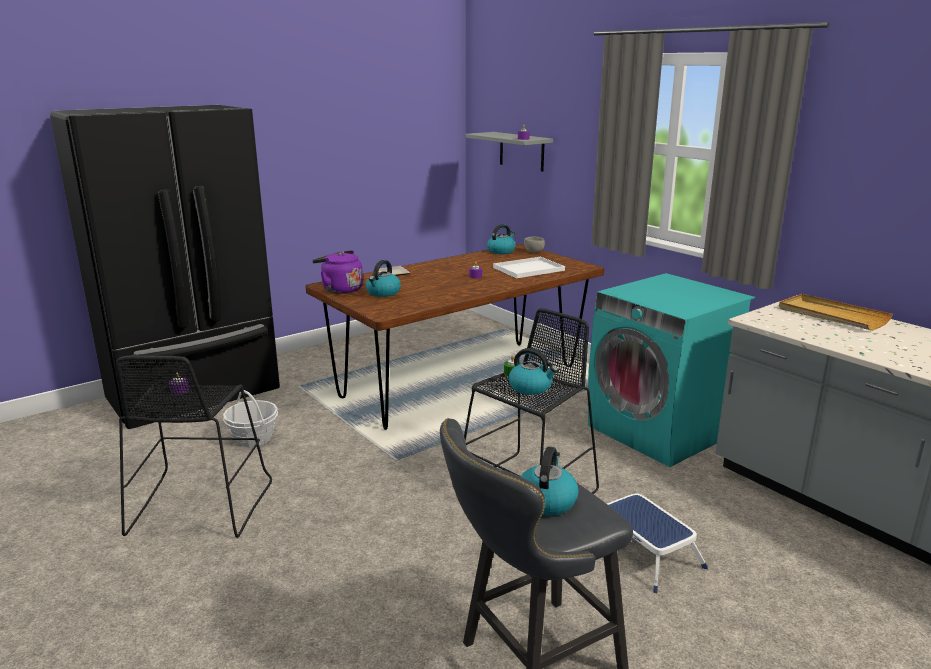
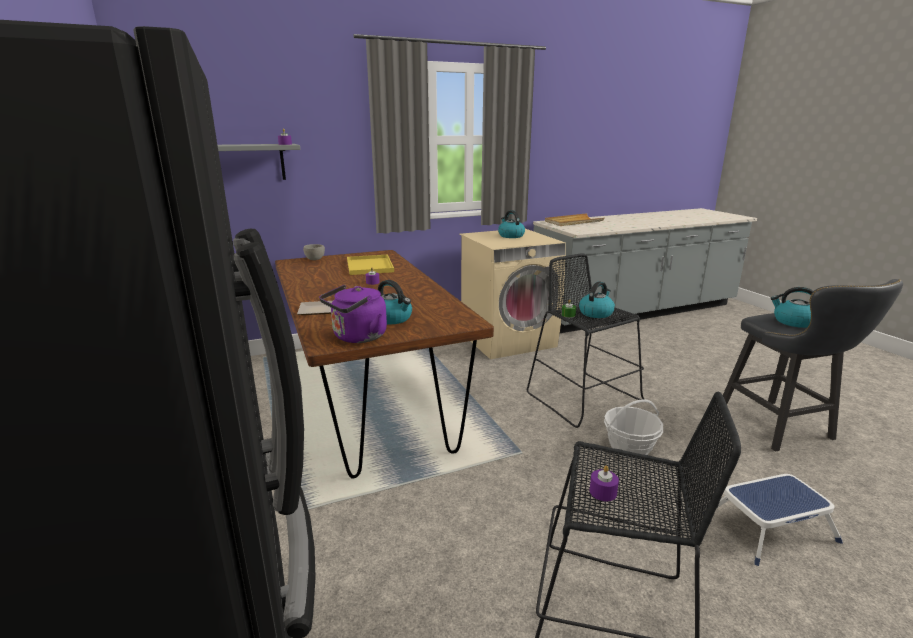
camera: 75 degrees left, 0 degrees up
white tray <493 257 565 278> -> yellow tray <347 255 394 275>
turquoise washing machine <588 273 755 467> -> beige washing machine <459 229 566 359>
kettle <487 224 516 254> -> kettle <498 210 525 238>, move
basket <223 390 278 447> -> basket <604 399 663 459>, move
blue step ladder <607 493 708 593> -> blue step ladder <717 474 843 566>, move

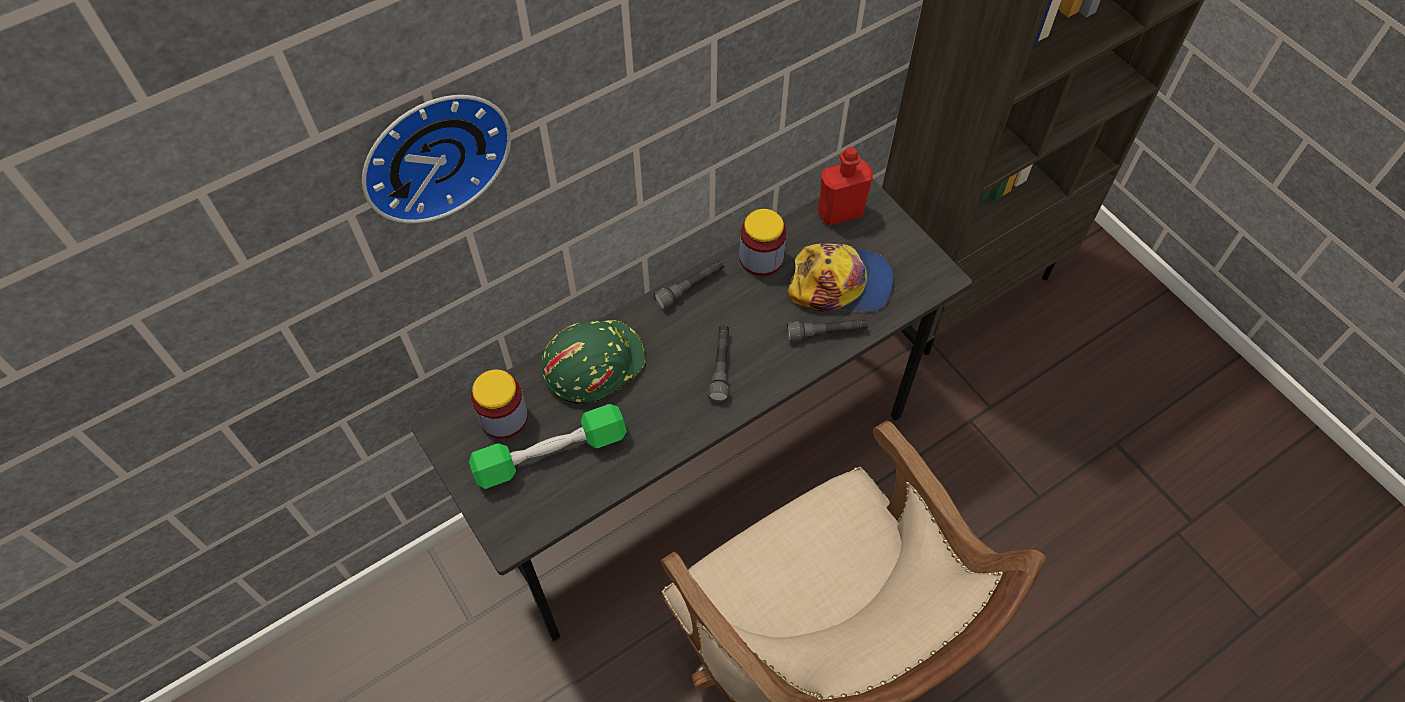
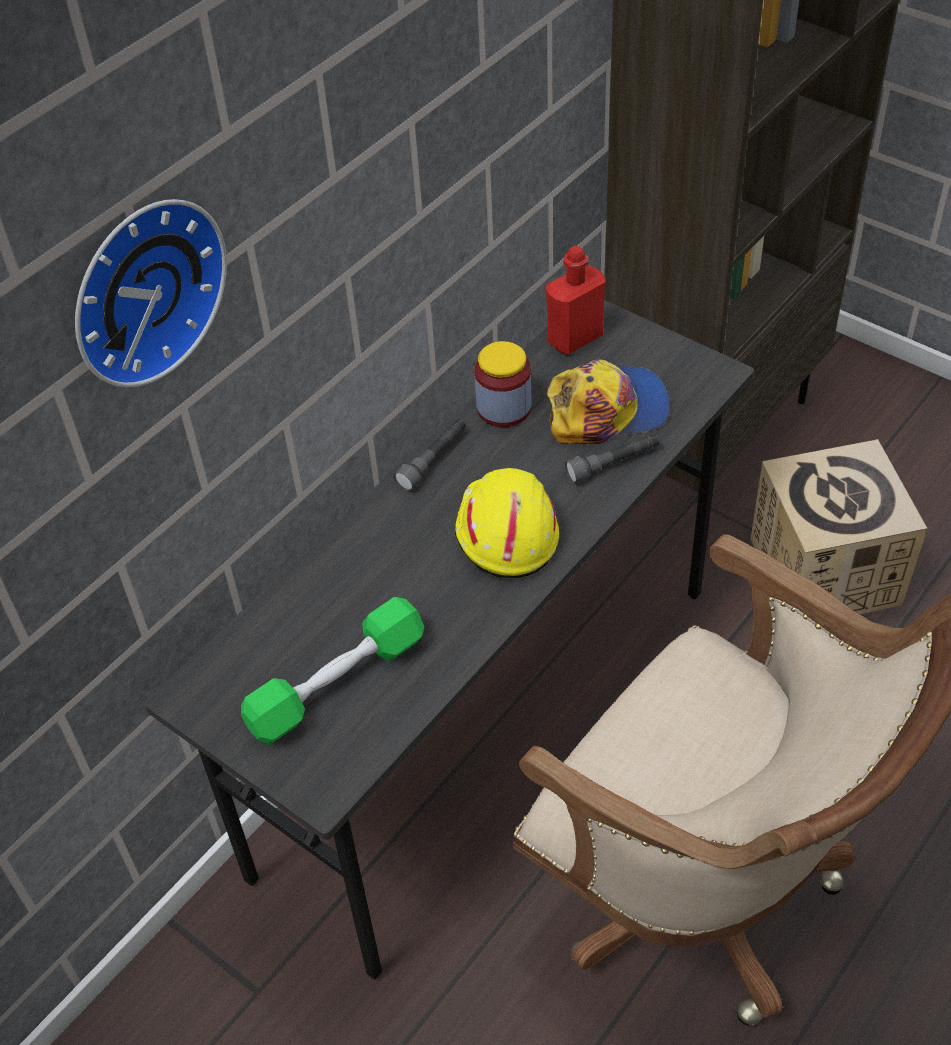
camera: 15 degrees left, 10 degrees down
grey flashlight <708 325 729 402> -> yellow hard hat <455 468 559 578>
none -> cardboard box <750 439 928 614>
jar <471 370 528 439> -> none
green hard hat <541 320 646 404> -> none

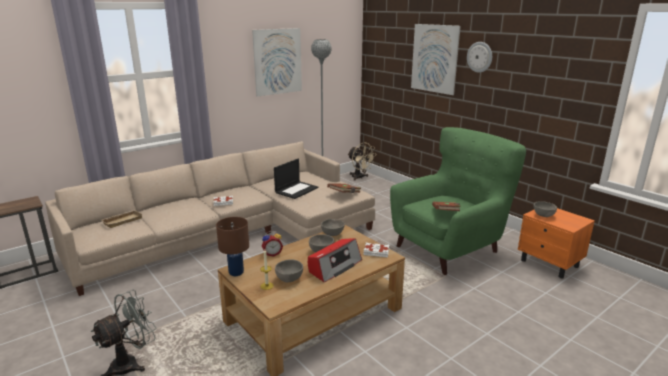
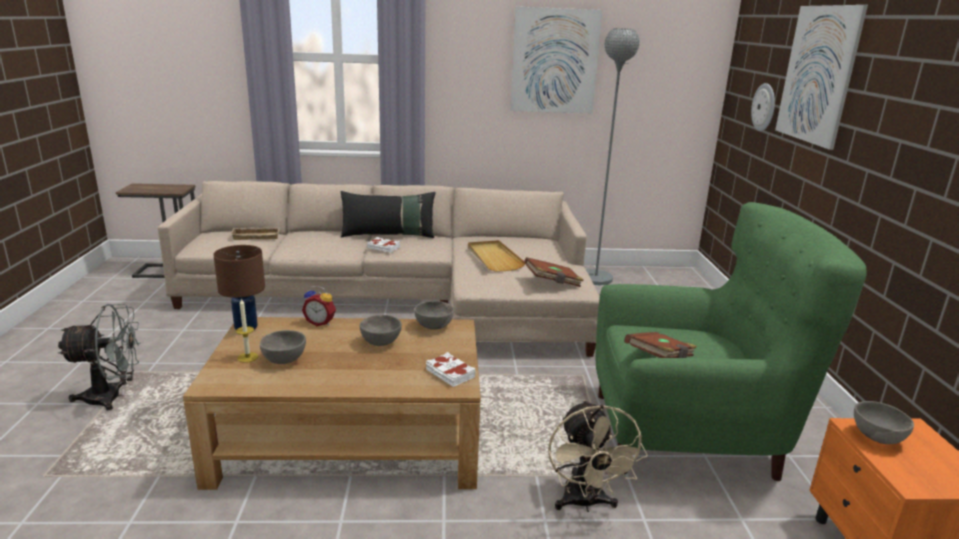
camera: 35 degrees right, 0 degrees up
none -> black pillow <340 191 436 238>
laptop <274 159 319 199> -> beige tray <468 240 525 272>
beige fan <348 143 377 181> -> beige fan <548 400 648 512>, move
wall clock <467 42 492 73> -> wall clock <751 83 775 131>, move
radio <308 238 362 283> -> none

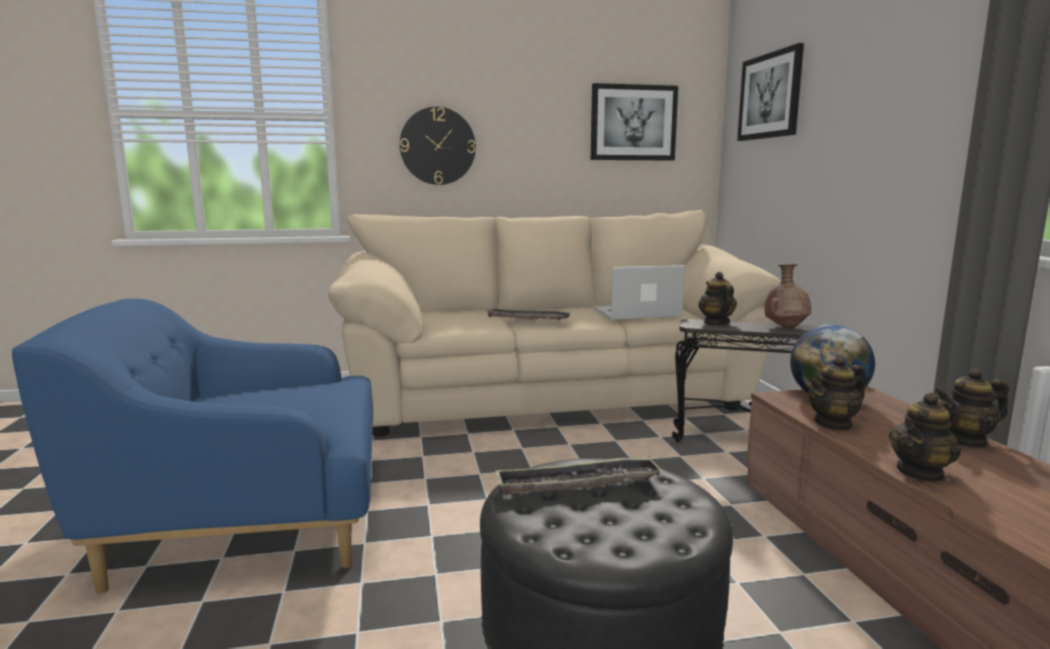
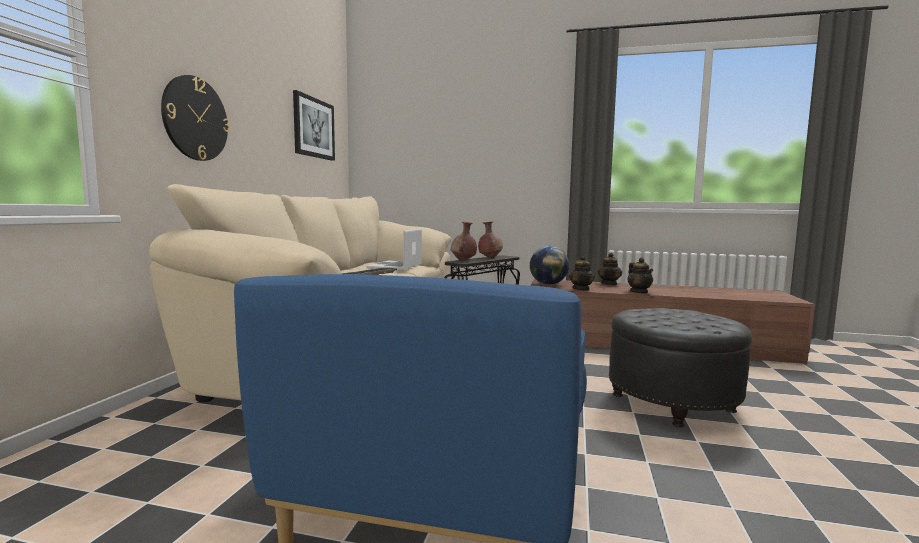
camera: 65 degrees left, 5 degrees down
teapot <698 272 737 325> -> brown vase <451 222 477 261>
tray <495 456 663 495> -> none
picture <737 43 804 141> -> none

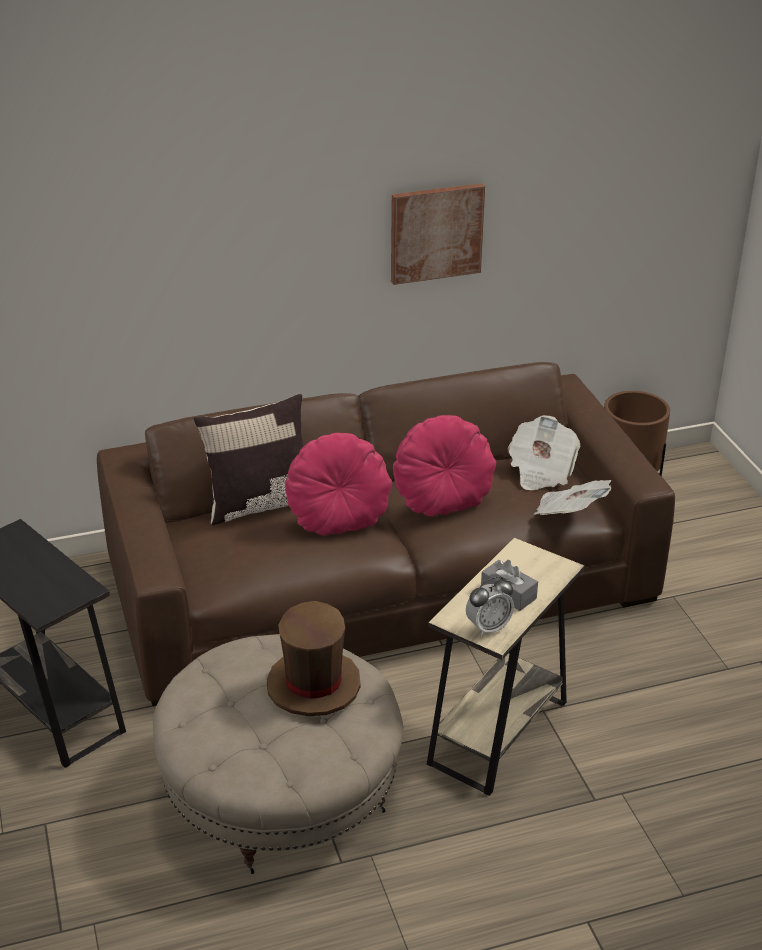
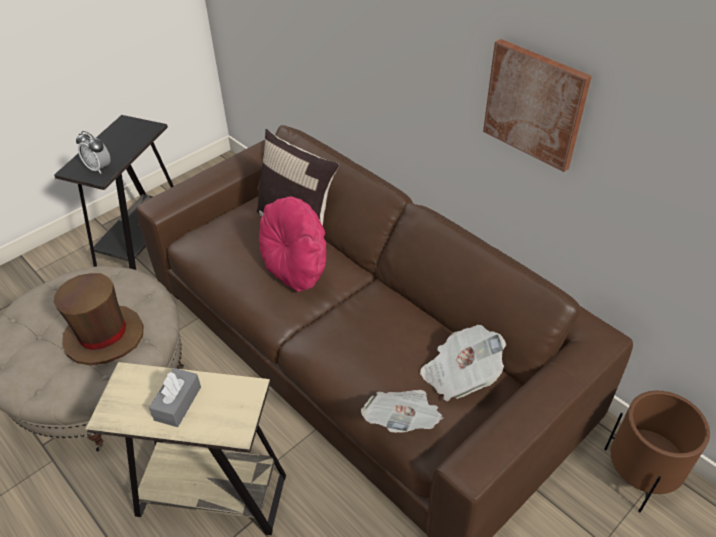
camera: 65 degrees right, 10 degrees up
alarm clock <466 576 514 636> -> alarm clock <76 131 111 174>, move
pink pillow <393 415 496 517> -> none

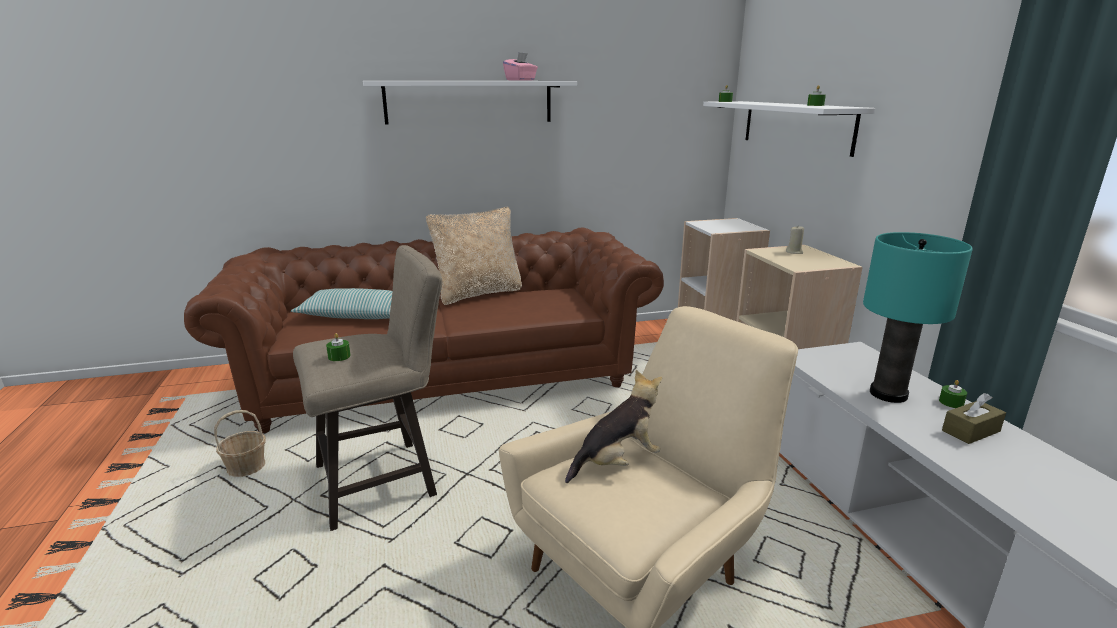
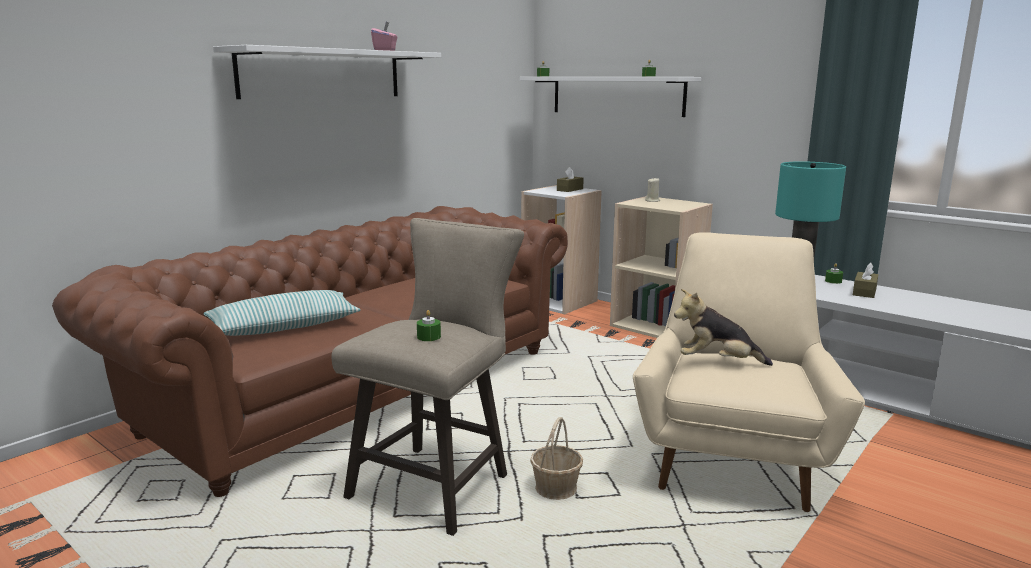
camera: 35 degrees left, 5 degrees down
basket <214 410 266 477> -> basket <530 417 583 500>, move
none -> brown tissue box <557 167 584 192>
plush toy <565 370 662 483> -> plush toy <674 289 773 366>, 105 degrees counterclockwise
beige pillow <426 206 522 305> -> none

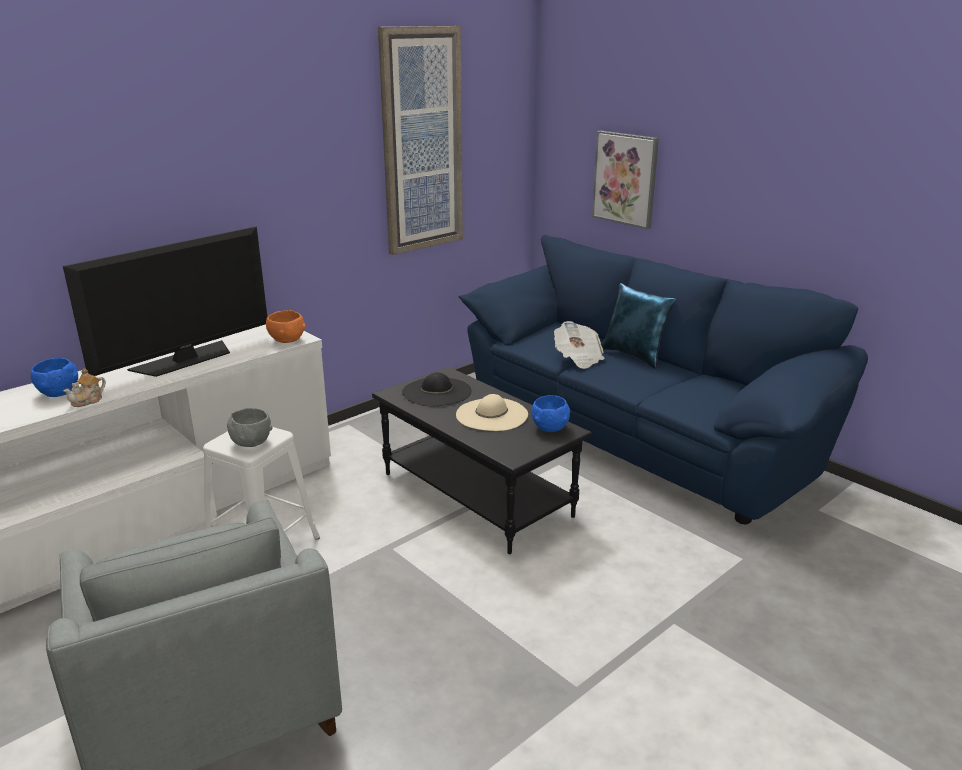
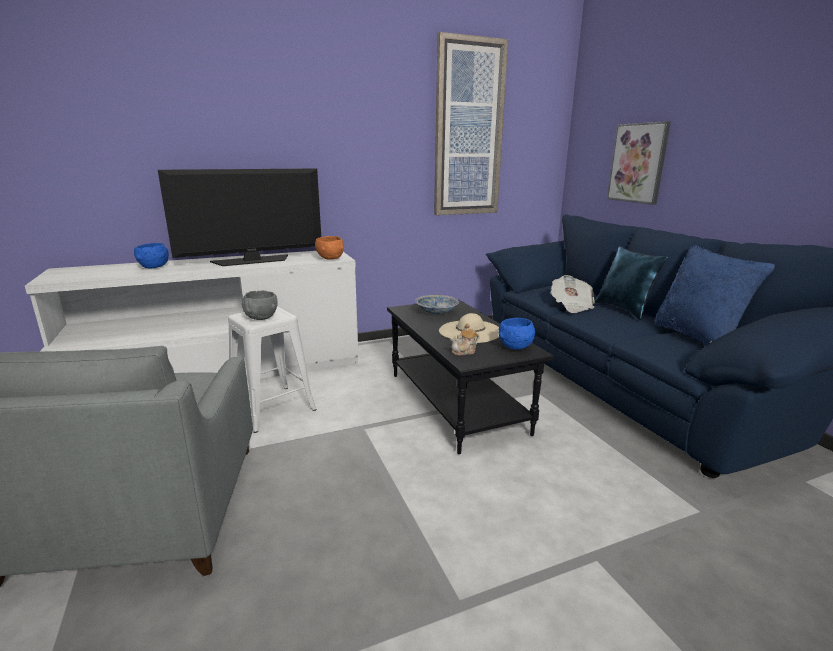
camera: 20 degrees right, 5 degrees down
black hat <402 373 471 406> -> bowl <415 295 459 314>
teapot <63 368 106 407> -> teapot <451 324 480 356>, move
none -> blue pillow <655 245 776 345>

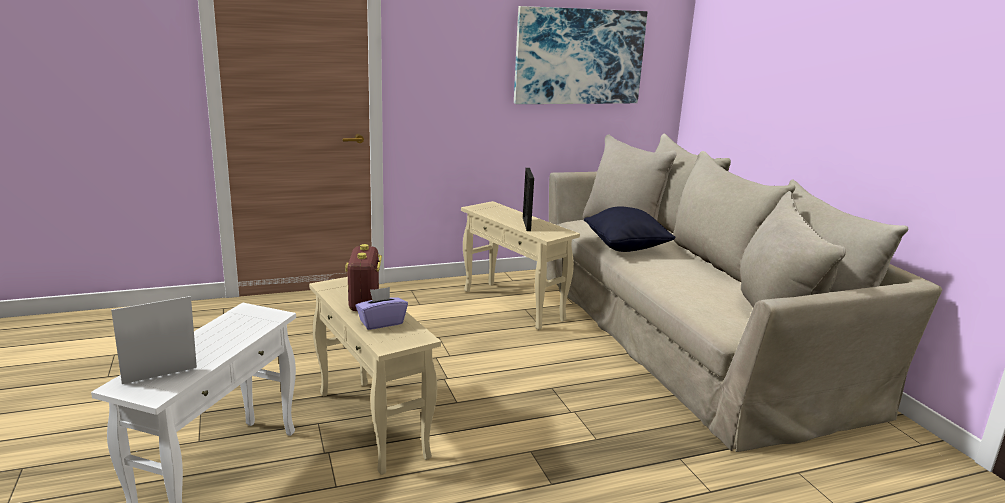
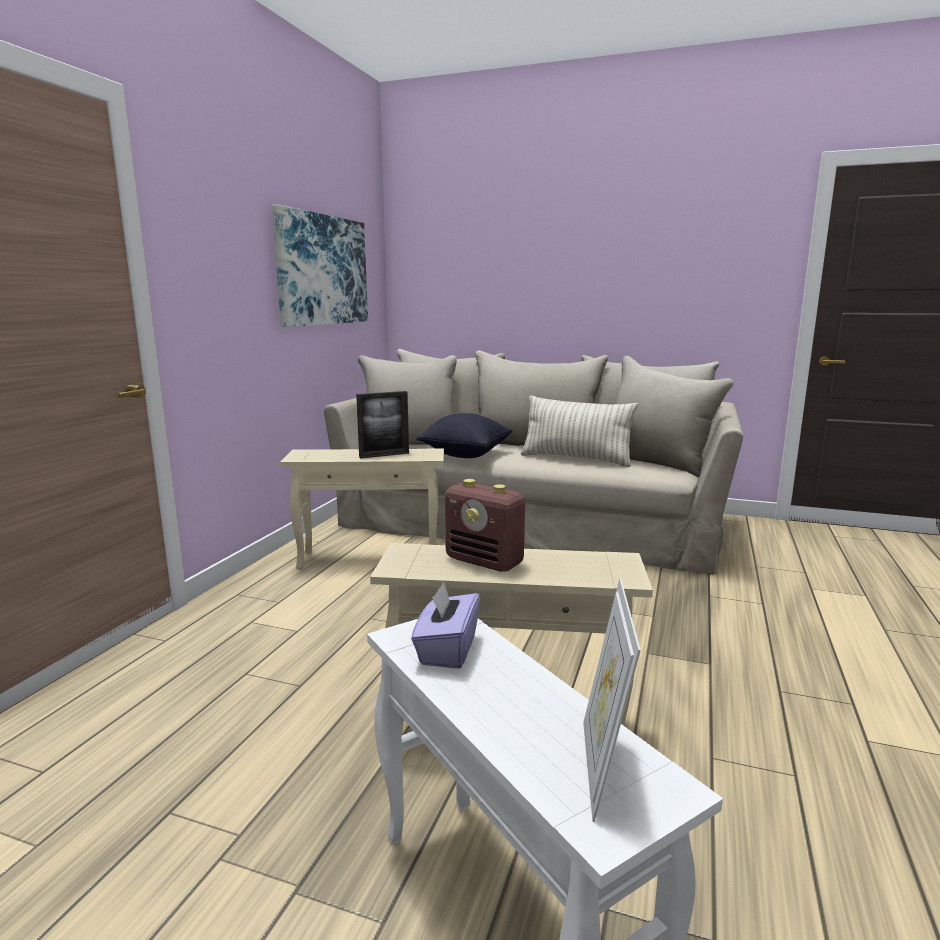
camera: 50 degrees left, 5 degrees down
picture frame <523 168 534 231> -> picture frame <356 391 409 459>, 60 degrees counterclockwise
purple tissue box <356 287 408 330> -> purple tissue box <411 582 480 669>, move
none -> pillow <521 396 638 467>

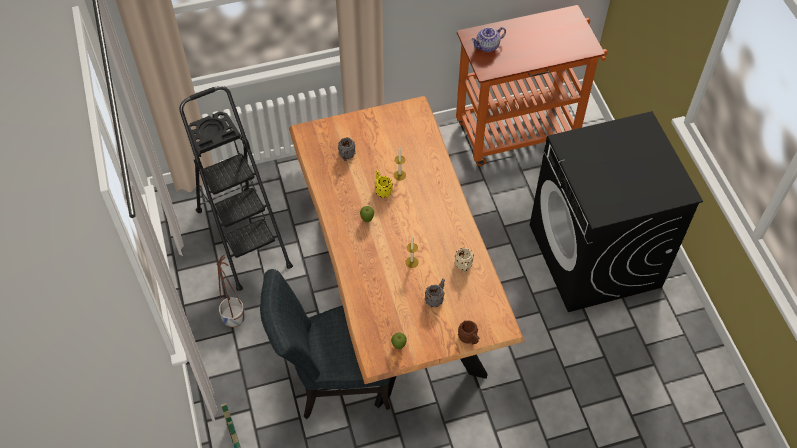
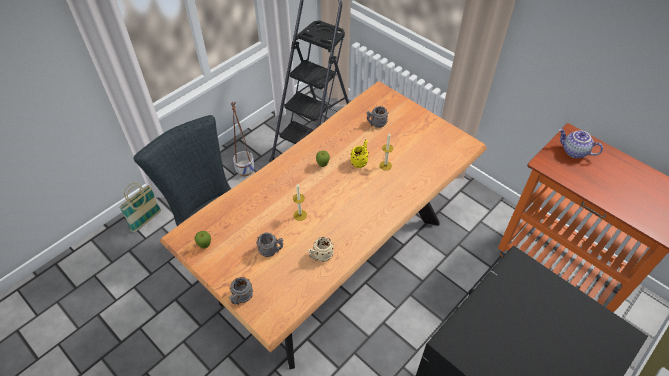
camera: 60 degrees right, 5 degrees down
brown mug <458 320 479 345> -> grey mug <229 277 253 305>

